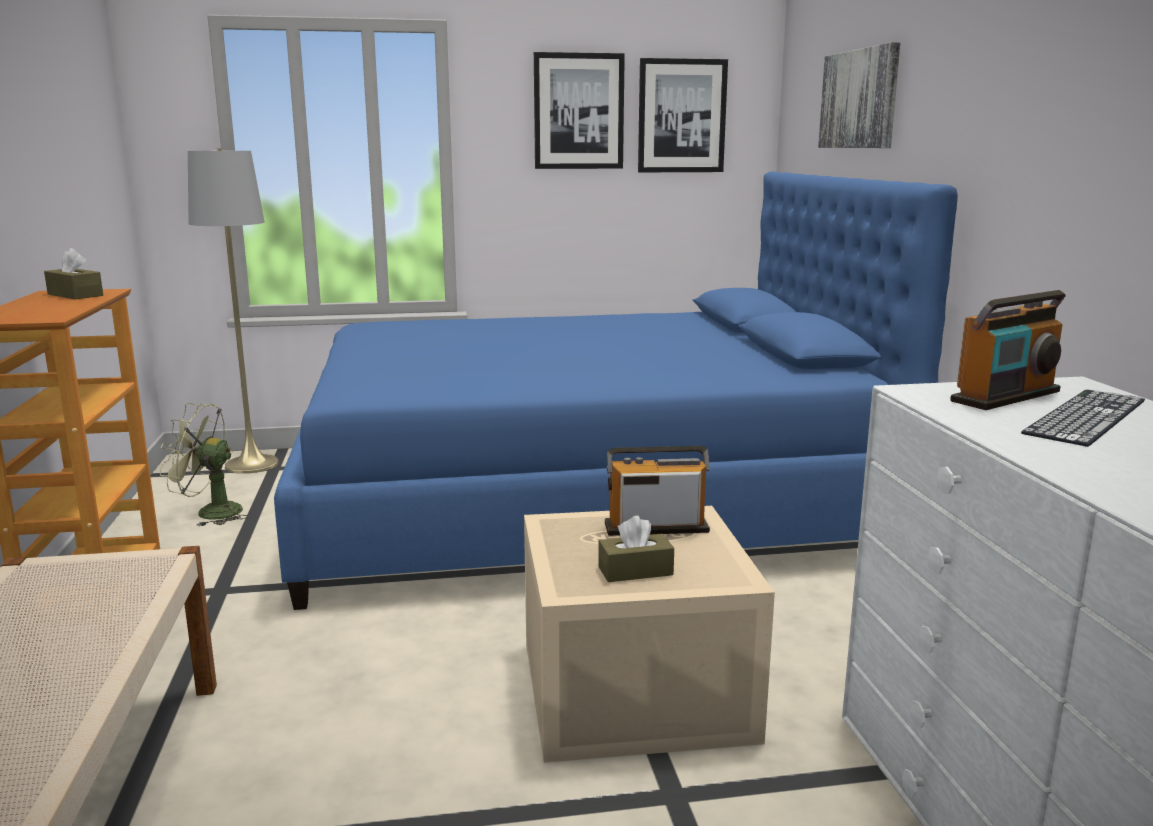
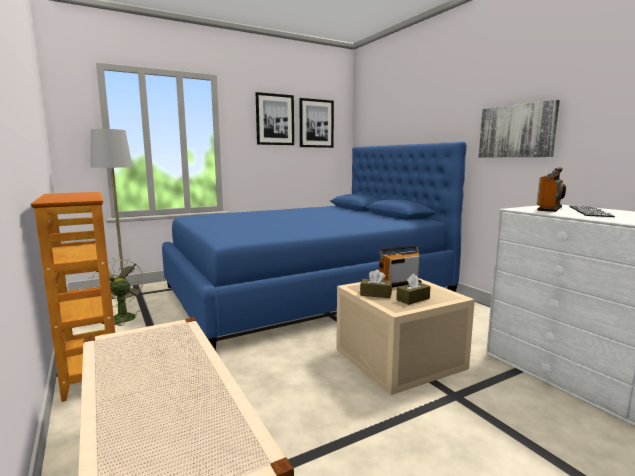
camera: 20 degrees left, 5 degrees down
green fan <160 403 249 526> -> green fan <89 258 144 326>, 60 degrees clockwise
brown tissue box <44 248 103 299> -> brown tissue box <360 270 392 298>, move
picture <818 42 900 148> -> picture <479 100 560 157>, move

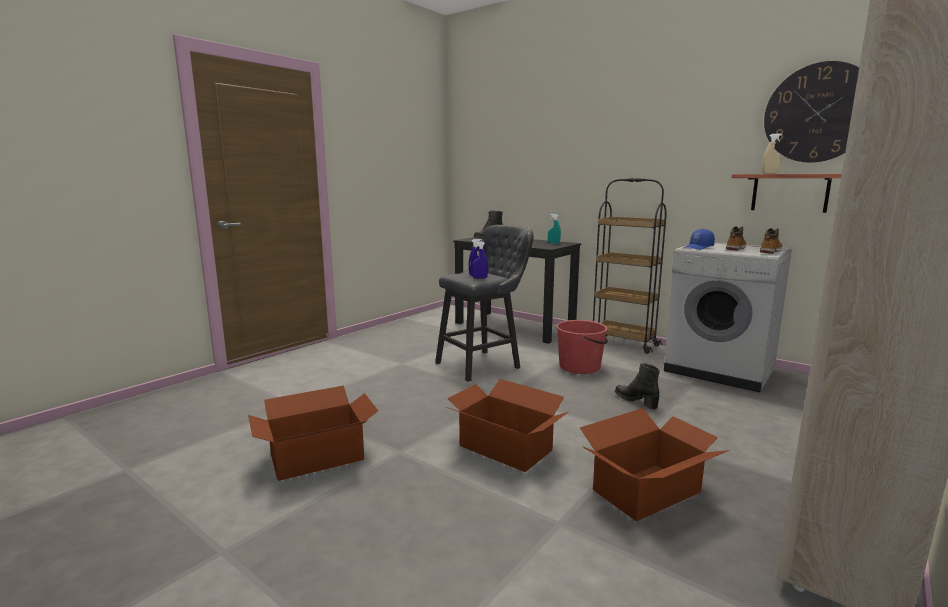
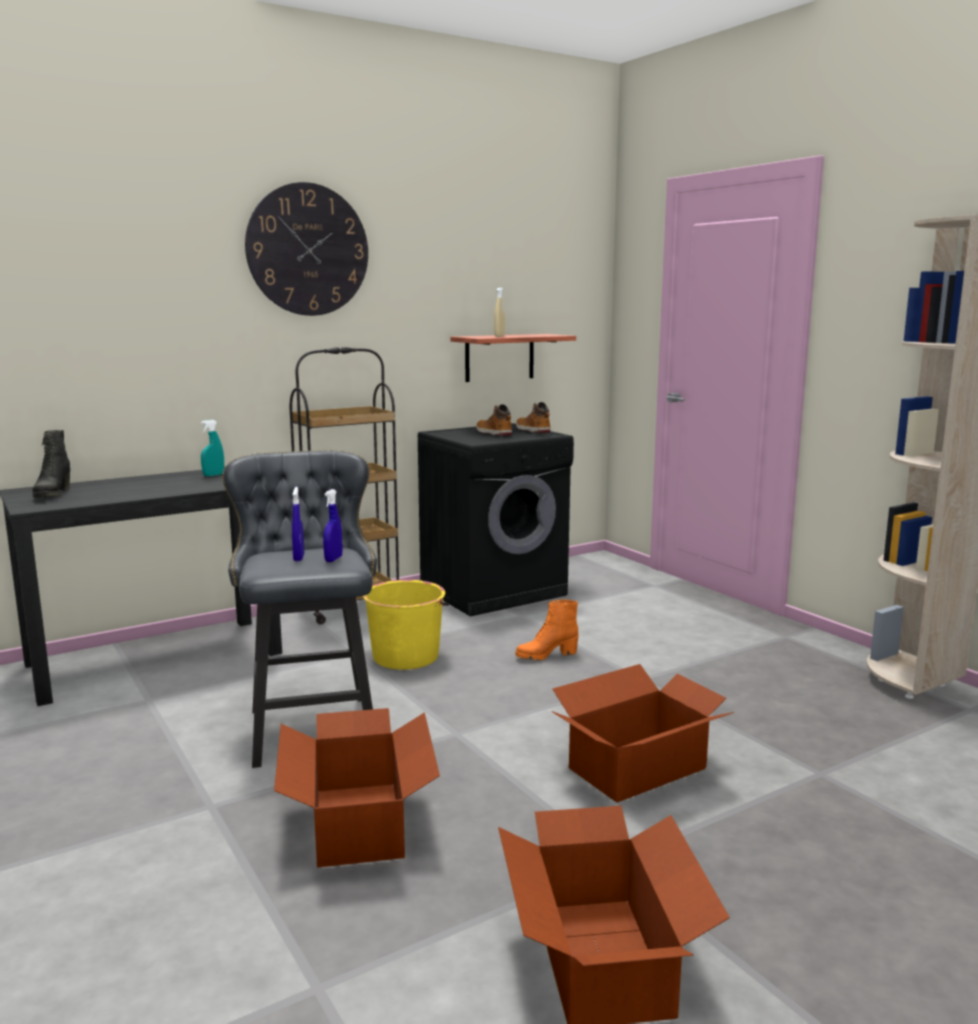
camera: 70 degrees left, 0 degrees up
wall clock <764 61 859 162> -> wall clock <245 182 368 316>, move
cardboard box <580 408 730 522> -> cardboard box <274 708 440 868>, move
red bucket <556 320 608 374> -> yellow bucket <363 580 449 670>
white washing machine <664 243 792 392> -> black washing machine <418 423 574 616>
black boot <615 363 660 409> -> orange boot <516 600 579 660>
blue cap <683 229 715 250> -> none

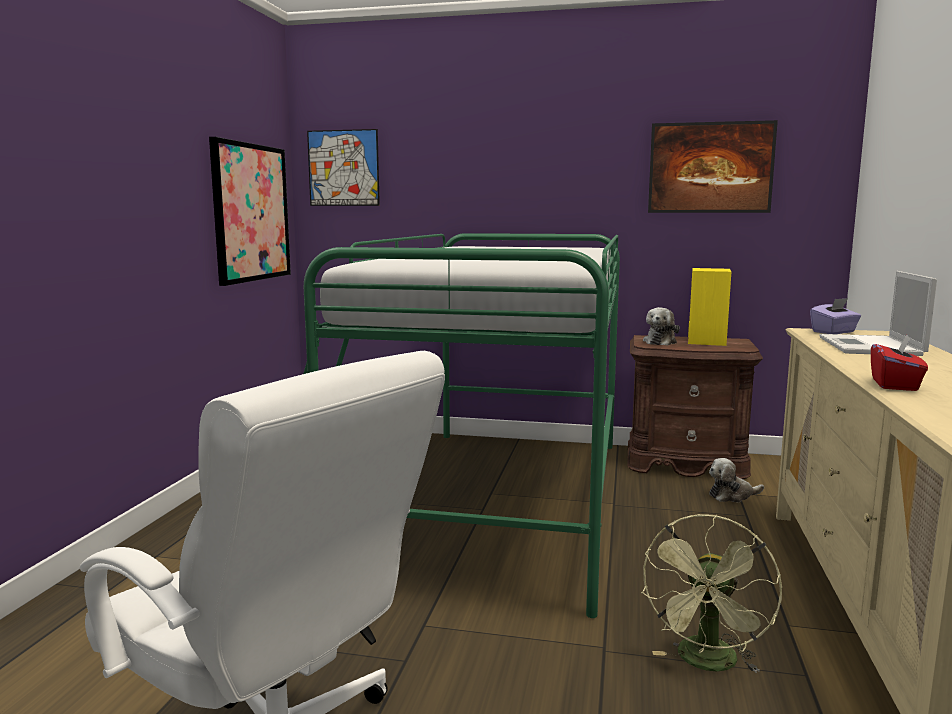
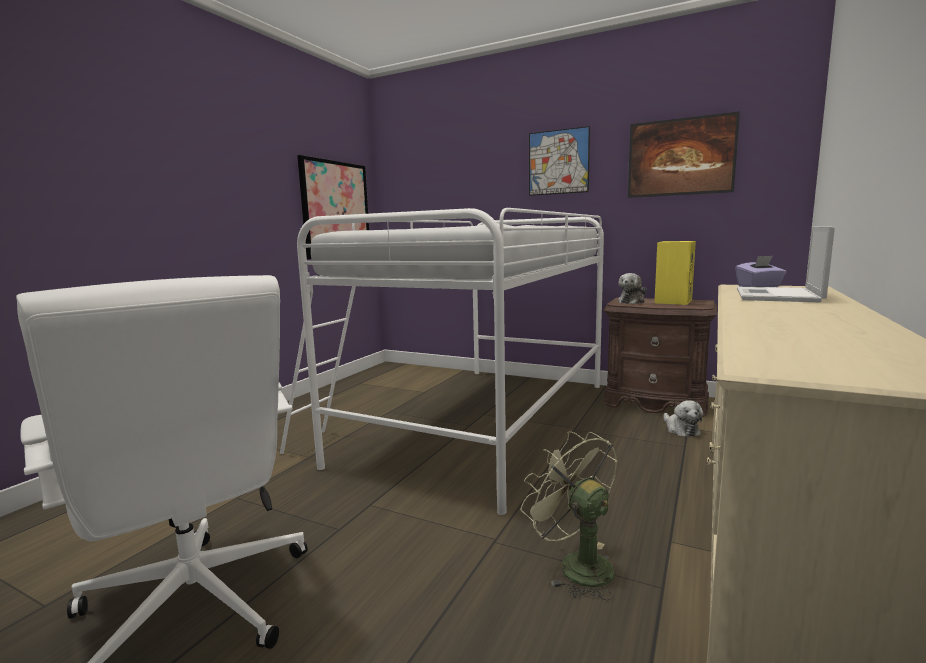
camera: 15 degrees right, 0 degrees up
green bed <303 233 620 618> -> white bed <280 208 604 515>
green fan <641 514 782 673> -> green fan <520 431 617 601>, 105 degrees clockwise
picture <307 129 380 206> -> picture <529 126 590 196>, move
plush toy <709 458 764 502> -> plush toy <664 400 703 437>, 105 degrees counterclockwise
red tissue box <871 335 928 391> -> none

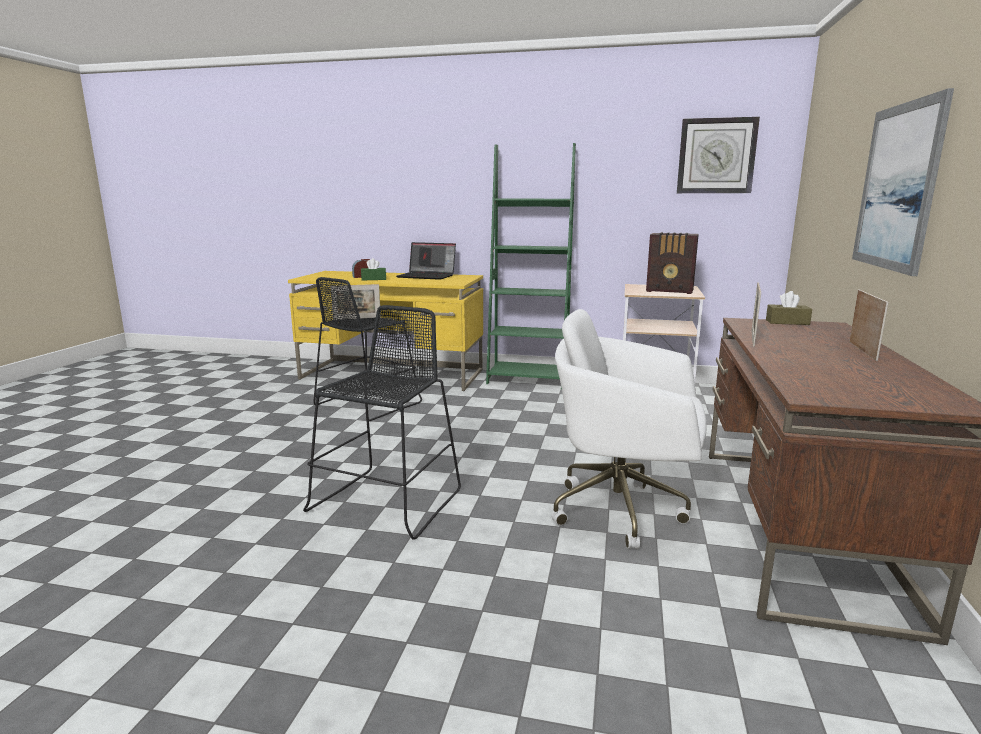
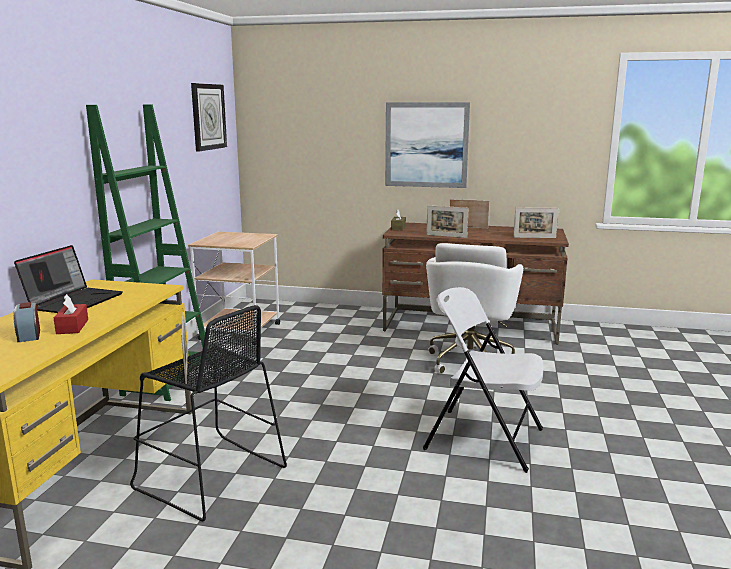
camera: 90 degrees left, 0 degrees up
green tissue box <361 258 386 280> -> red tissue box <54 294 88 334>
black stool <303 305 461 540> -> white chair <423 287 543 473>
none -> picture frame <513 207 559 238>
radio <646 232 699 294> -> none

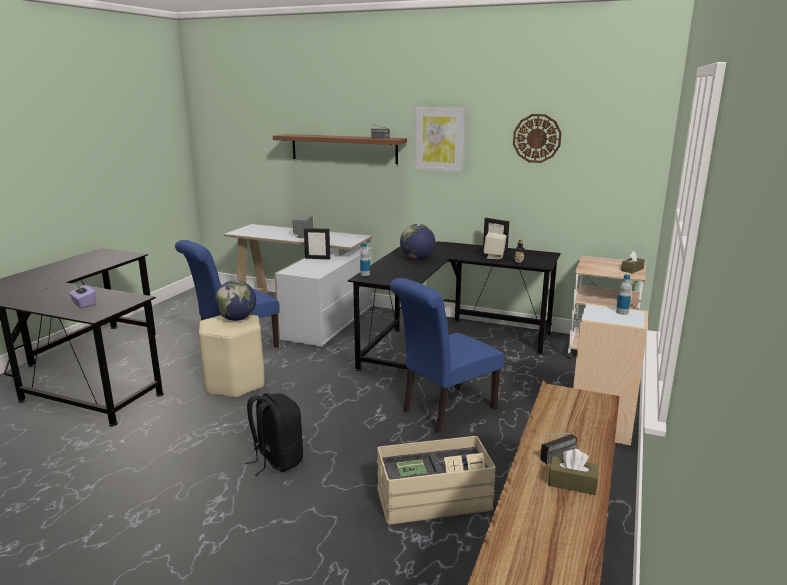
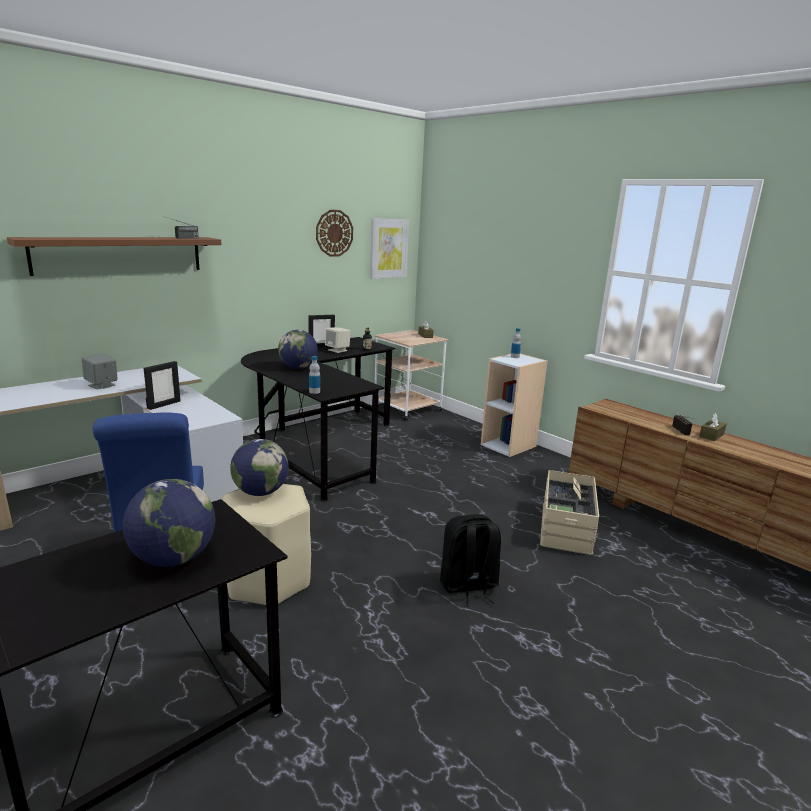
camera: 65 degrees left, 0 degrees up
purple tissue box <69 285 96 308> -> globe <123 479 215 567>
picture <415 107 465 172> -> picture <370 218 409 279>, move
blue chair <390 278 504 433> -> none

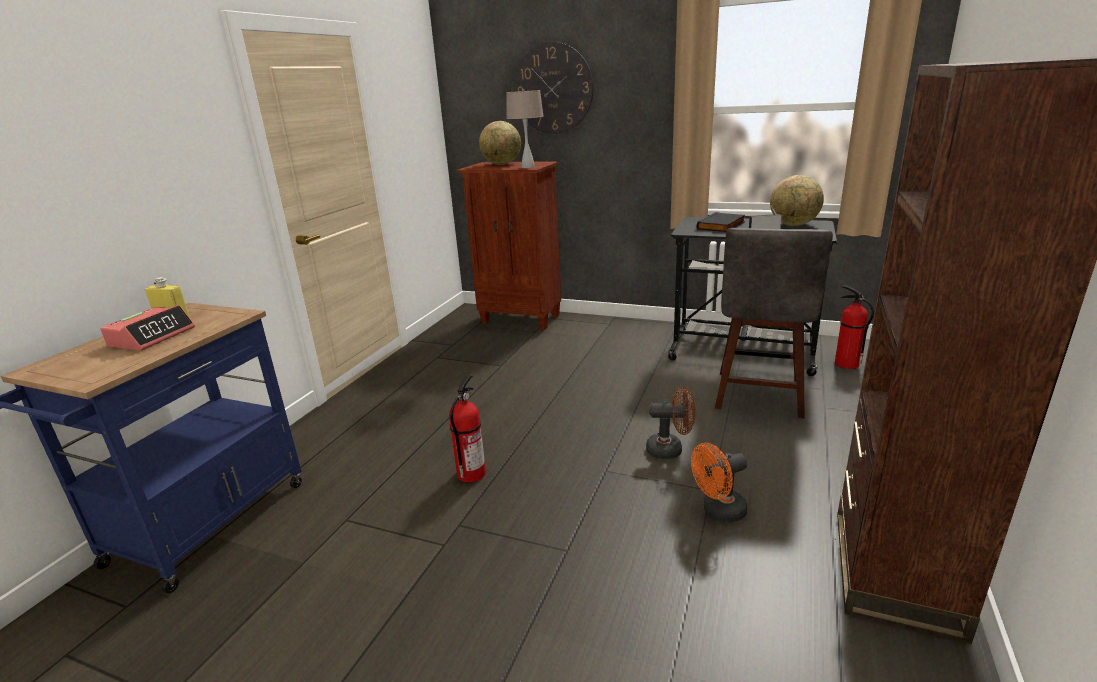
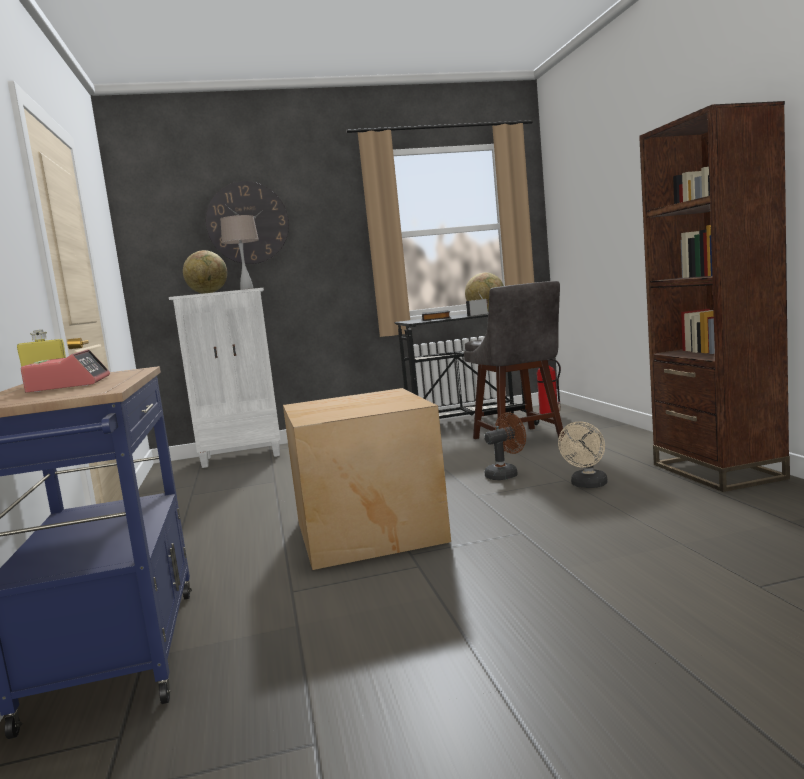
camera: 35 degrees left, 15 degrees down
brown cabinet <457 161 561 330> -> white cabinet <169 288 281 468>
fire extinguisher <449 374 486 482> -> cardboard box <283 388 451 570>
orange fan <691 443 748 523> -> beige fan <558 421 608 488>

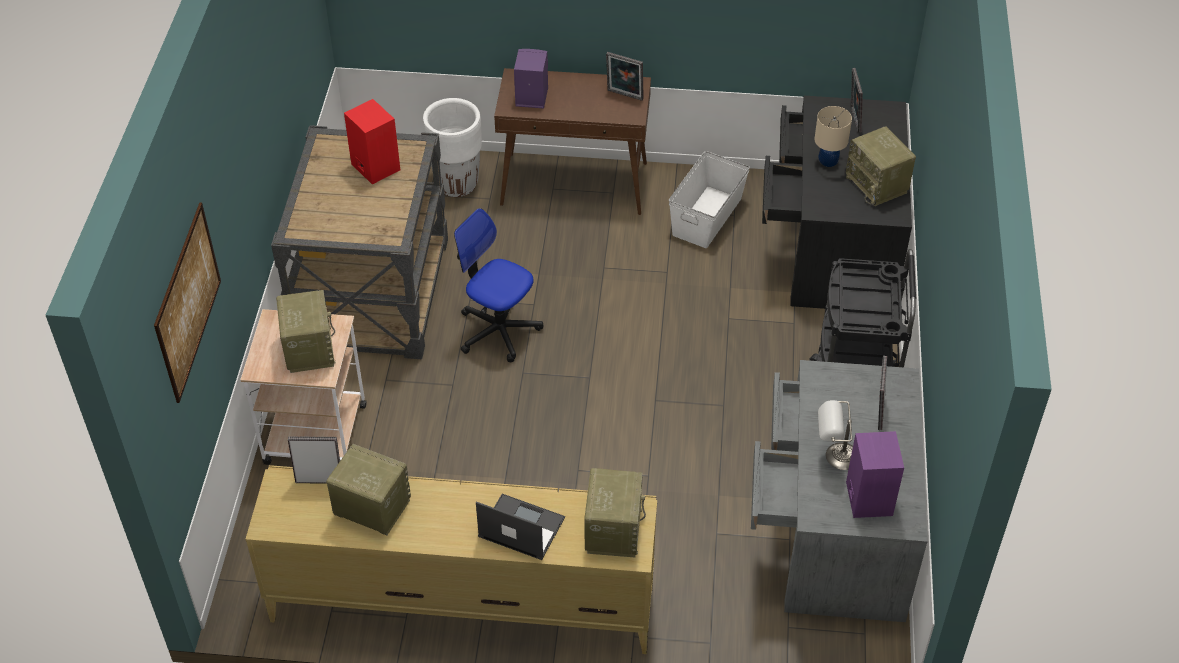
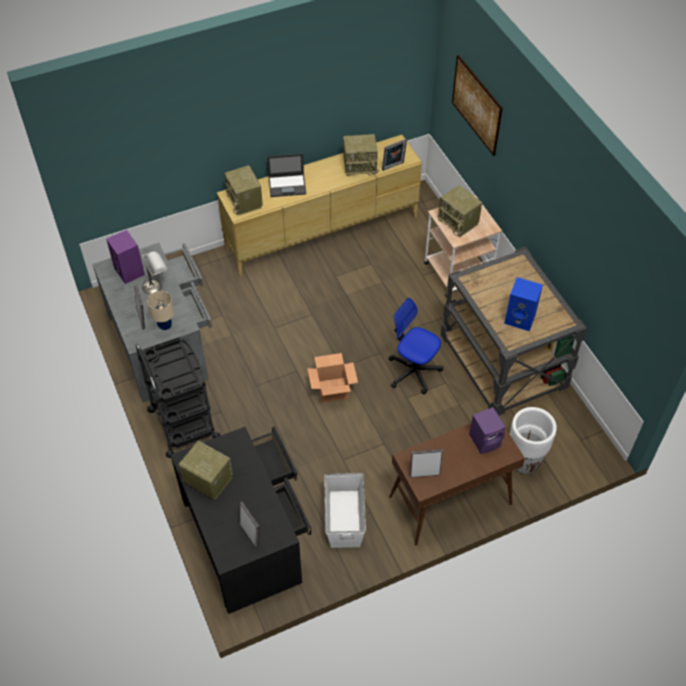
camera: 150 degrees right, 5 degrees up
beige table lamp <814 106 852 167> -> beige table lamp <147 291 174 330>, move
none -> cardboard box <307 353 358 403>
office chair <454 208 543 362> -> office chair <388 298 444 394>, 150 degrees counterclockwise
red speaker <344 99 400 184> -> blue speaker <504 277 543 331>

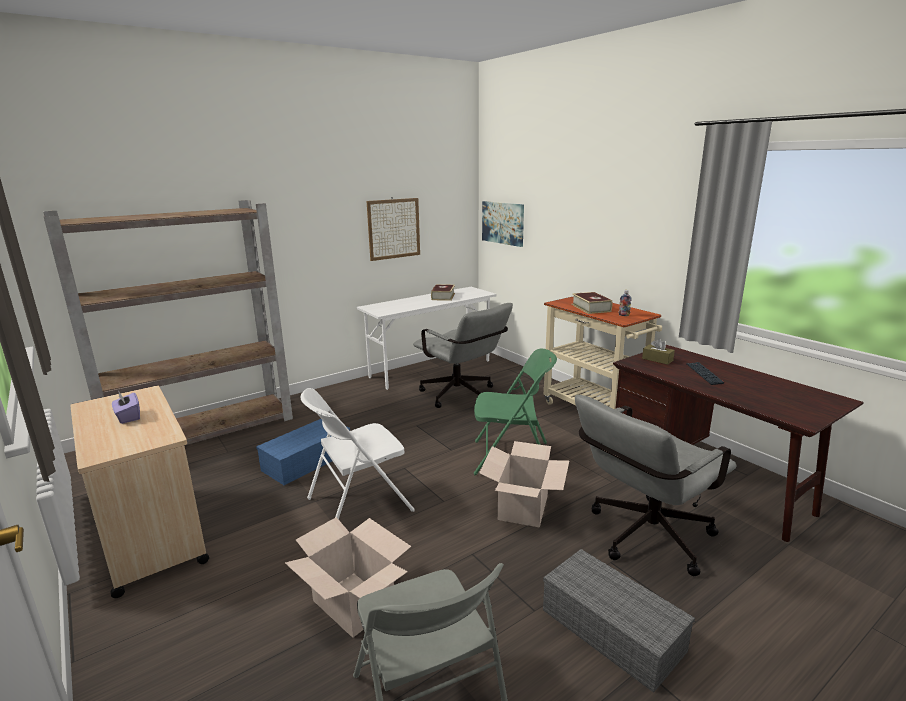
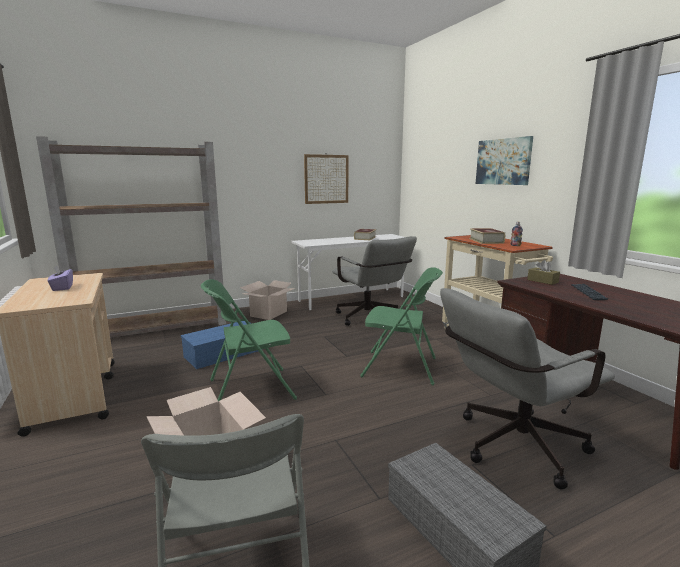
camera: 10 degrees right, 5 degrees down
white chair <301 388 415 519> -> green chair <201 279 297 402>
cardboard box <479 441 569 528> -> cardboard box <240 280 296 320>, move
picture <482 201 524 247> -> picture <476 136 533 185>, move

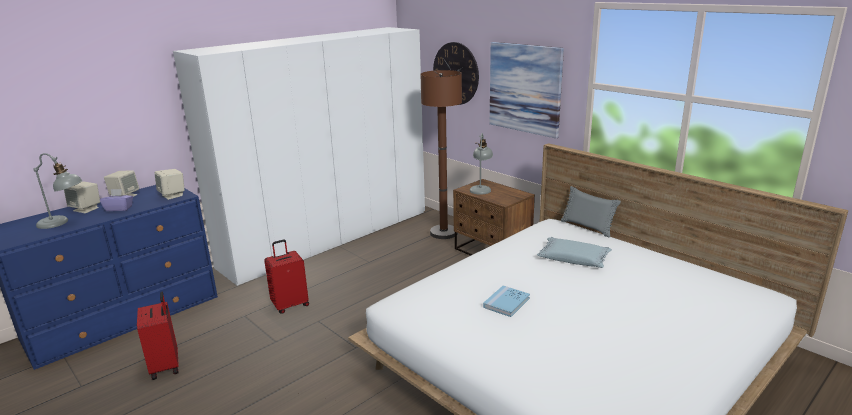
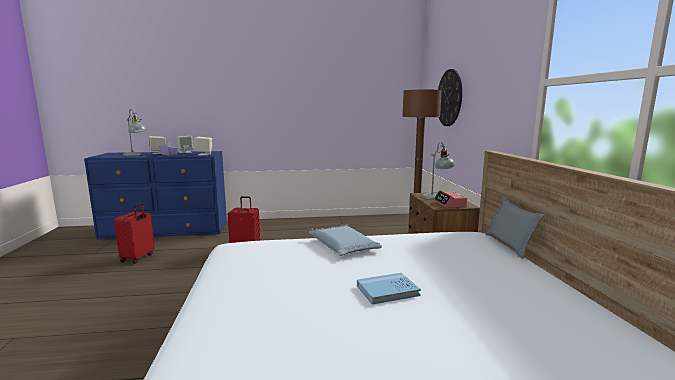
camera: 35 degrees right, 10 degrees down
blue pillow <537 237 612 268> -> blue pillow <309 224 382 256>, move
blue book <483 285 530 317> -> blue book <357 273 421 305>, move
none -> alarm clock <433 190 467 208>
white wardrobe <173 27 425 286> -> none
picture <490 42 564 138> -> none

